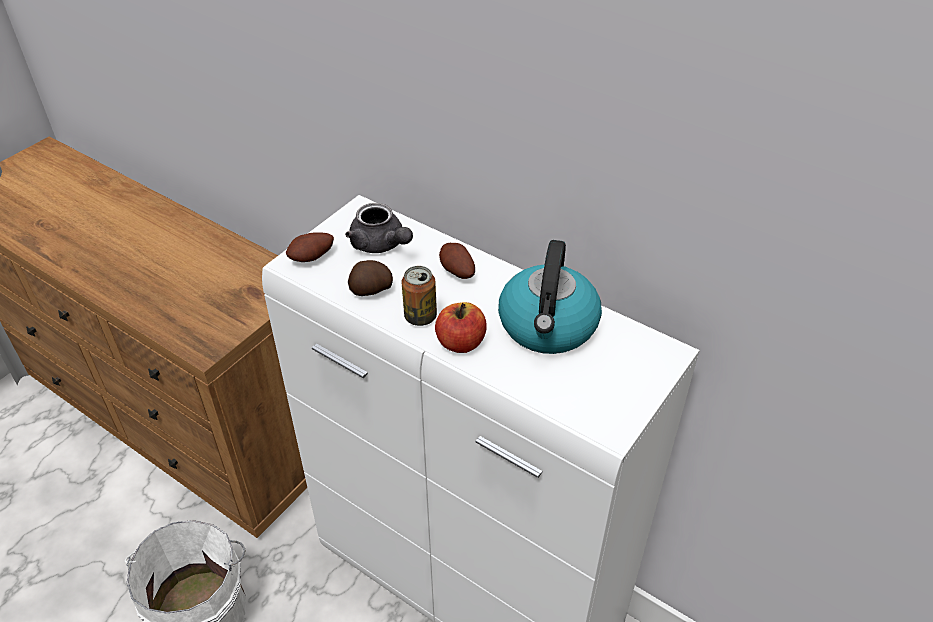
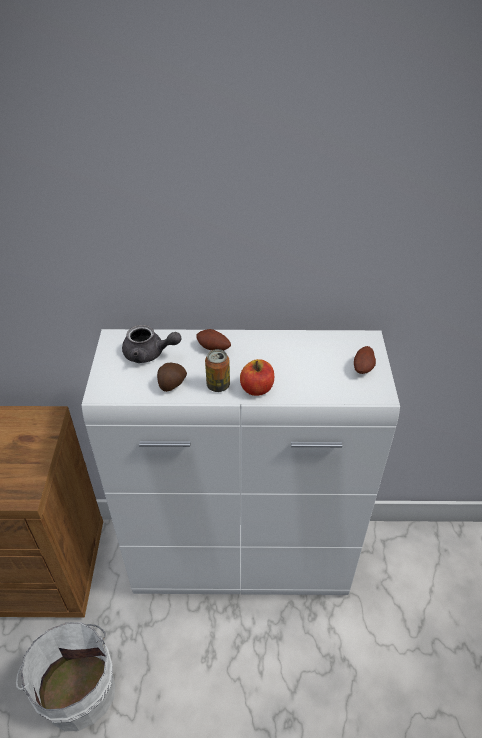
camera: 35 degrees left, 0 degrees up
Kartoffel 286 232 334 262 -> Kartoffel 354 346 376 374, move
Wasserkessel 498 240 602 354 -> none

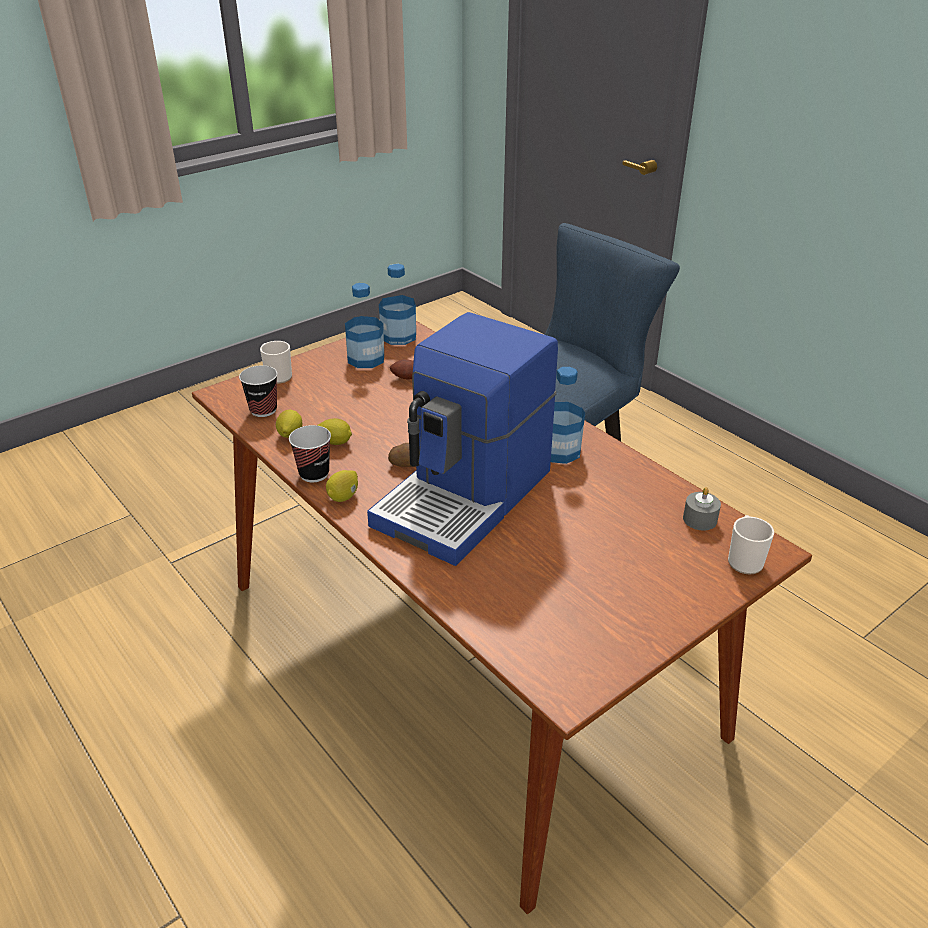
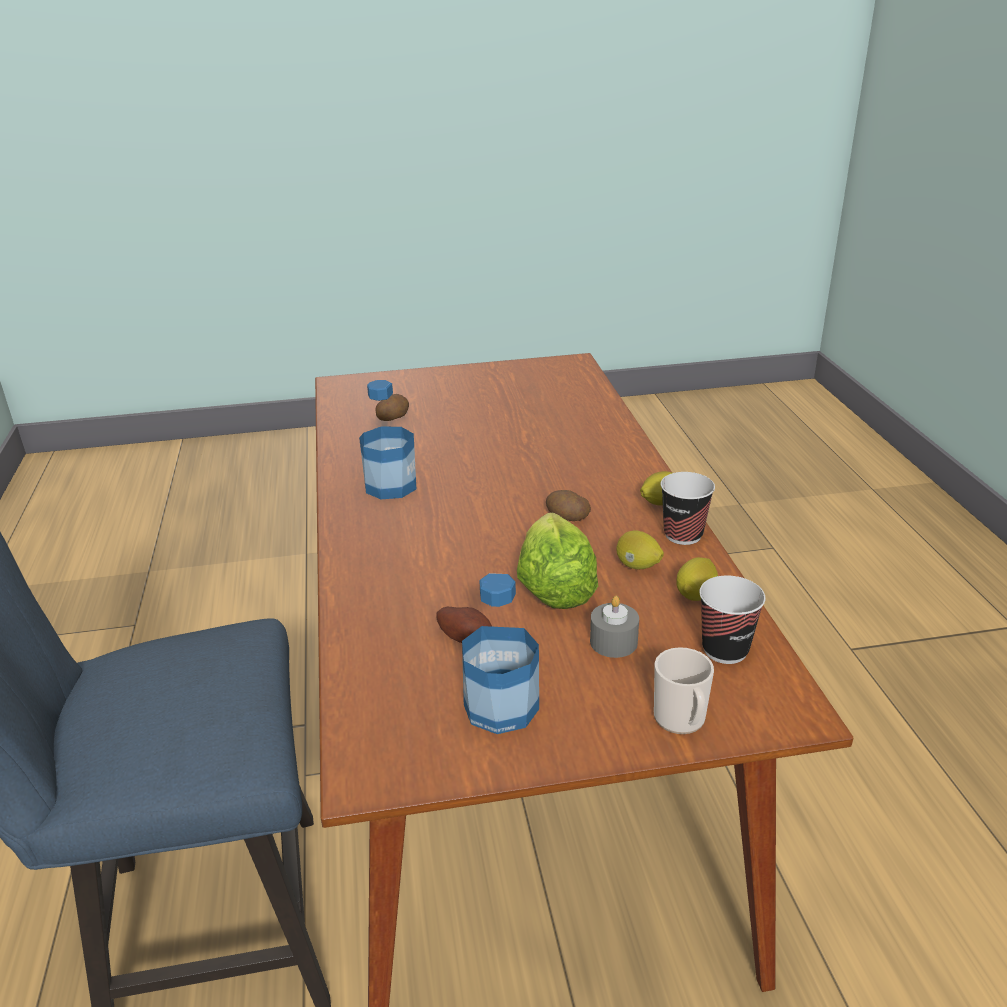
camera: 150 degrees left, 5 degrees down
none -> Kartoffel 375 394 409 421
none -> Salatkopf 517 513 598 609
Kerze/grau 683 487 721 530 -> Kerze/grau 590 596 639 658, move
Kaffeemaschine 367 312 558 566 -> none
Flasche 379 264 416 345 -> none
Henkelbecher 728 515 774 575 -> none

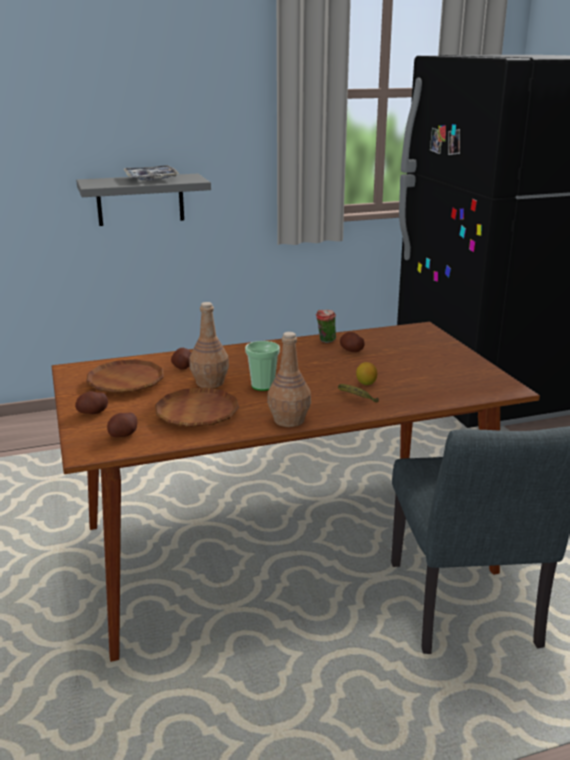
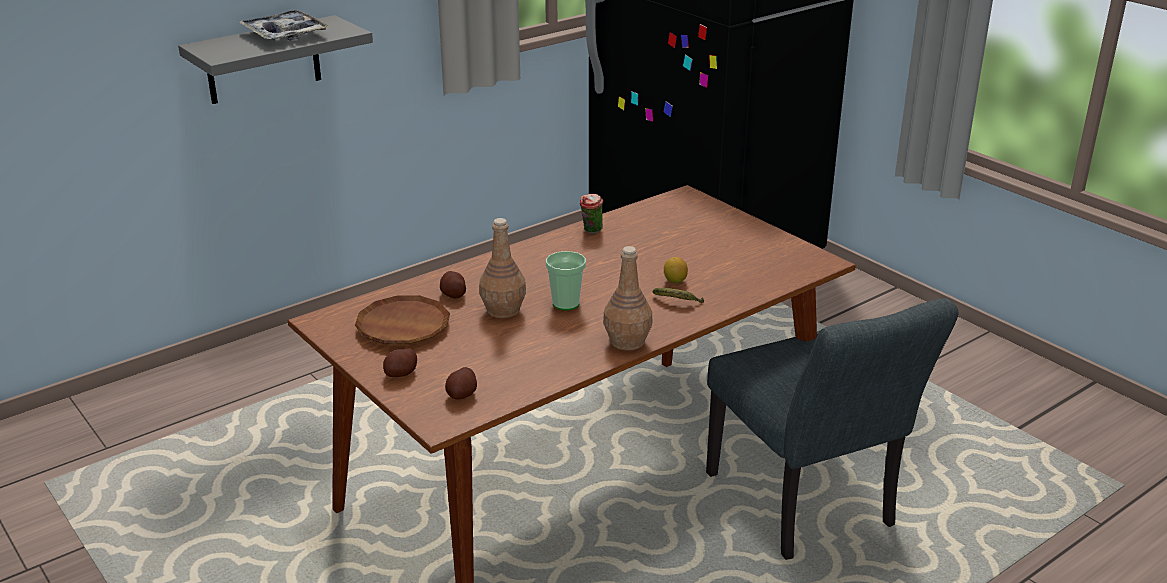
camera: 20 degrees left, 5 degrees up
Teller/braun 155 387 239 427 -> none
Kartoffel 340 332 365 352 -> none

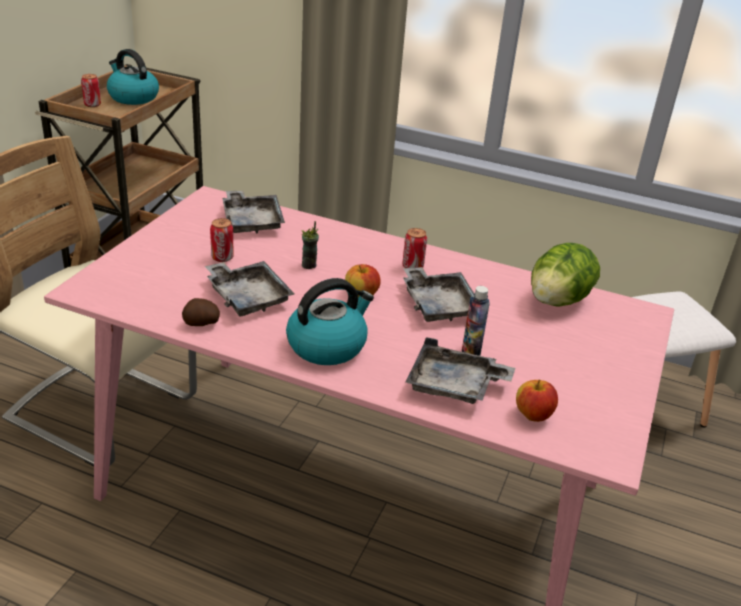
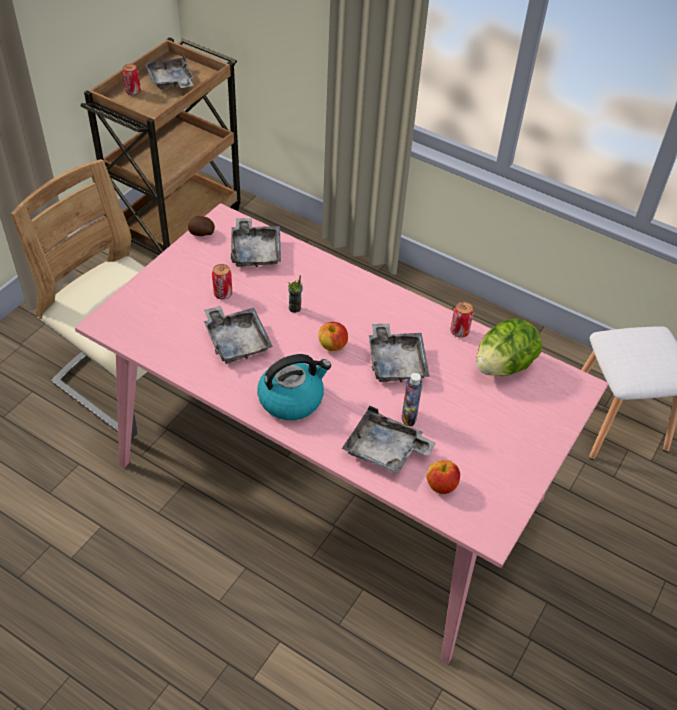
camera: 10 degrees right, 15 degrees up
Wasserkessel 107 49 159 105 -> Tablett/grau 144 54 194 89
Kartoffel 182 298 220 326 -> Kartoffel 188 216 215 236, move
Dose 402 228 427 268 -> Dose 450 302 474 338, move

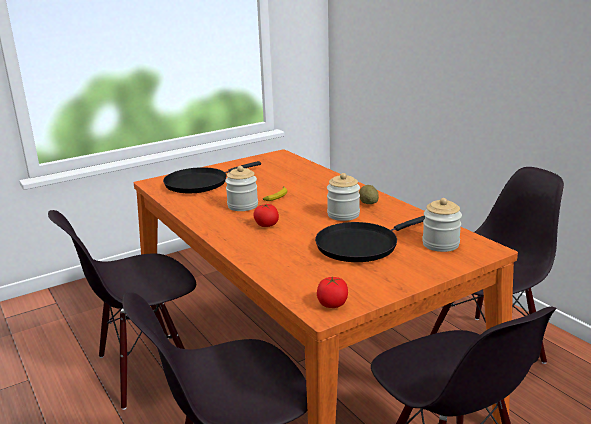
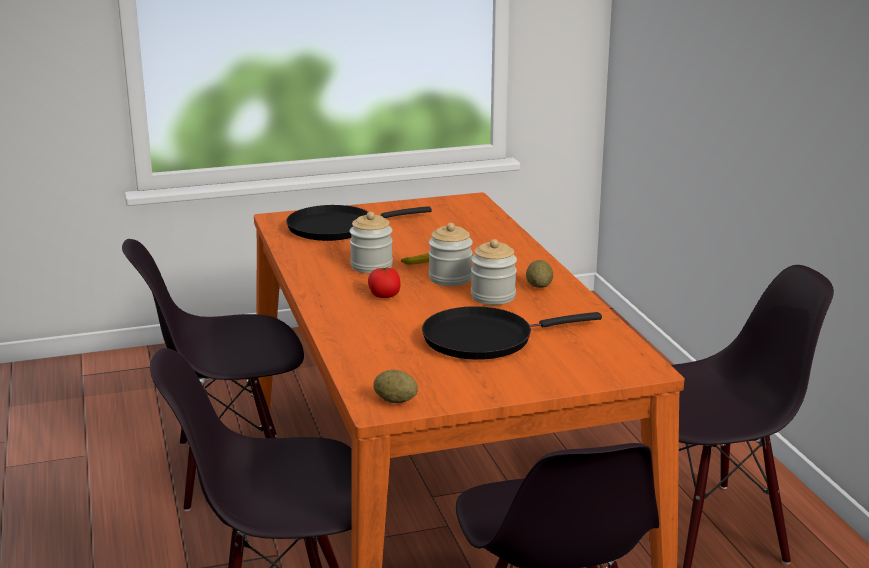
camera: 15 degrees right, 0 degrees up
Tomate 317 277 348 308 -> Kartoffel 373 369 418 403
Vorratsglas 422 198 462 252 -> Vorratsglas 429 223 473 286, move

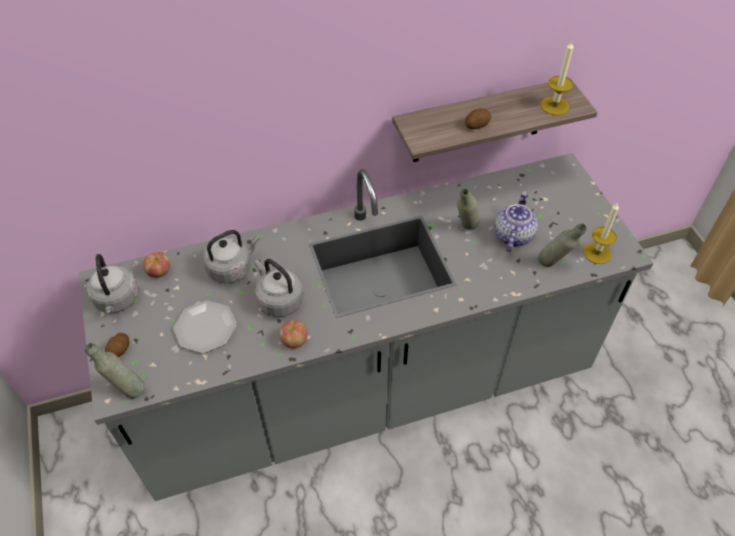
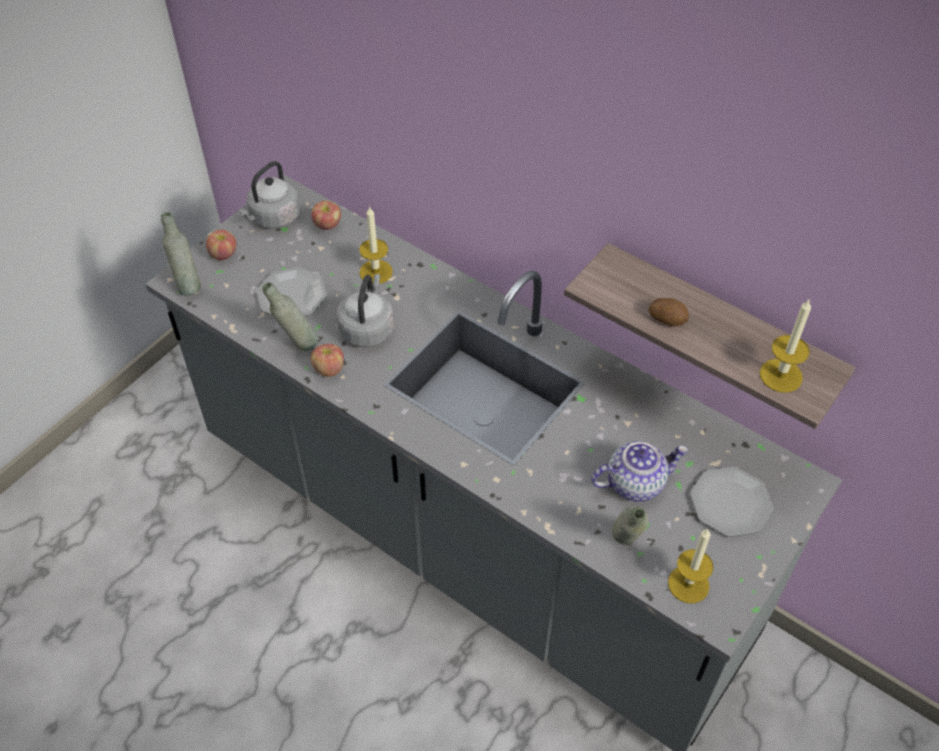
camera: 55 degrees right, 0 degrees up
Kartoffel 105 332 130 357 -> Apfel 206 230 237 260
Flasche/grau 457 188 479 230 -> Flasche/grau 262 282 318 351, move
Wasserkessel/grau 203 230 260 284 -> Kerze 359 206 393 284
none -> Teller 690 467 774 537

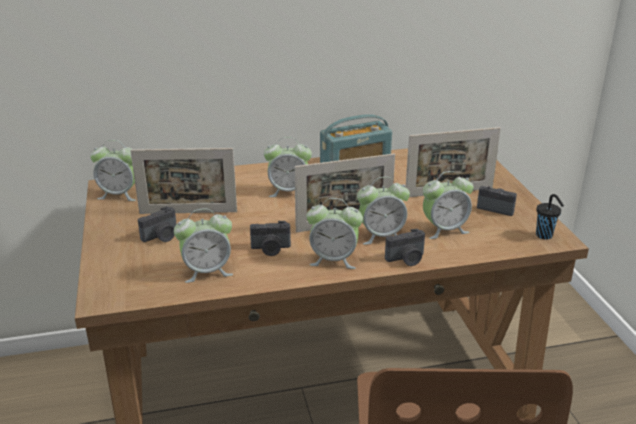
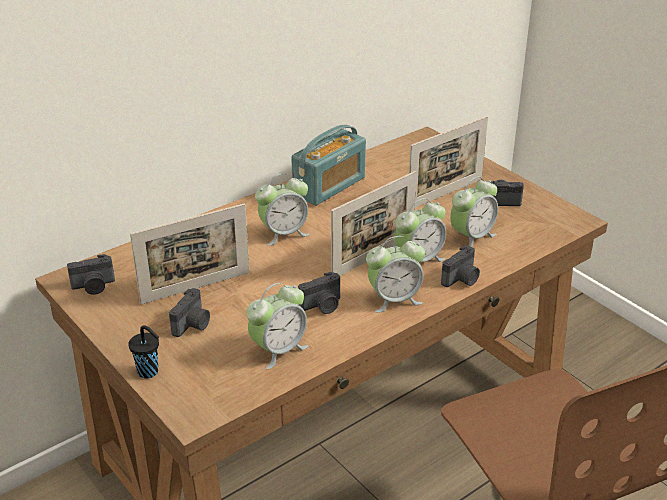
camera: 25 degrees left, 5 degrees up
Wecker 90 140 136 201 -> Kamera 67 254 115 295
Tasse/schwarz 536 194 564 239 -> Tasse/schwarz 128 325 159 378, move

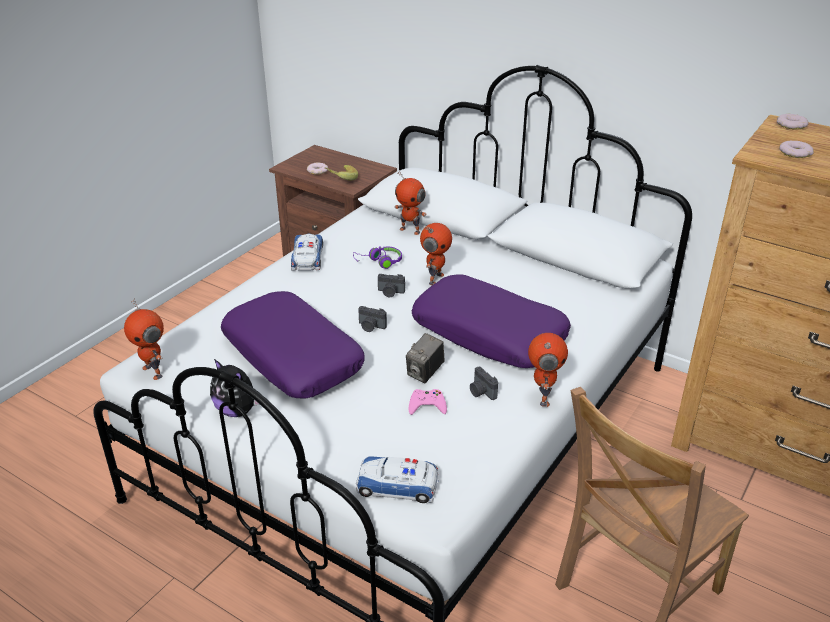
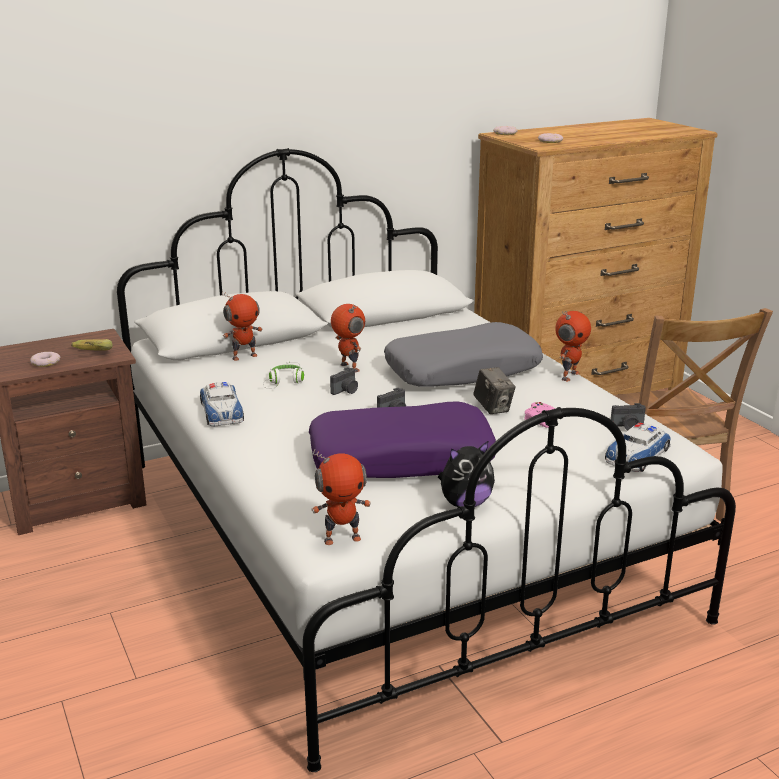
camera: 60 degrees left, 10 degrees down
Spielzeugauto 291 234 323 271 -> Spielzeugauto 200 382 244 426, 135 degrees counterclockwise
Kopfhörer/lila 353 246 402 269 -> Kopfhörer/weiß 263 361 304 388
Kissen/lila 412 274 571 368 -> Kissen/grau 384 322 543 387
Spielzeugroboter 528 333 568 407 -> Spielzeugroboter 555 311 591 381, 90 degrees clockwise
Kamera 470 366 498 400 -> Kamera 611 403 646 431, move

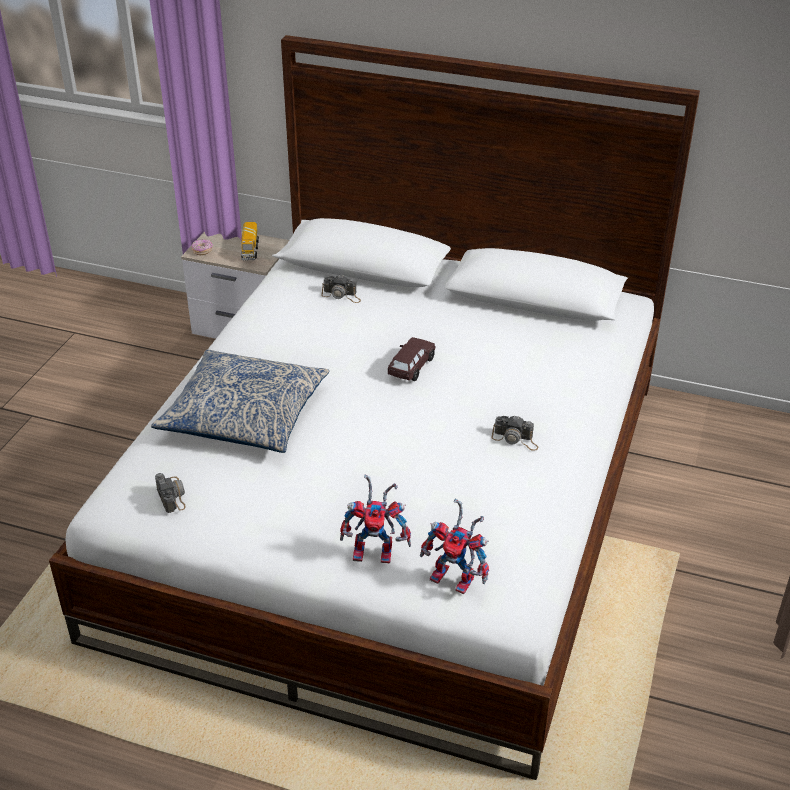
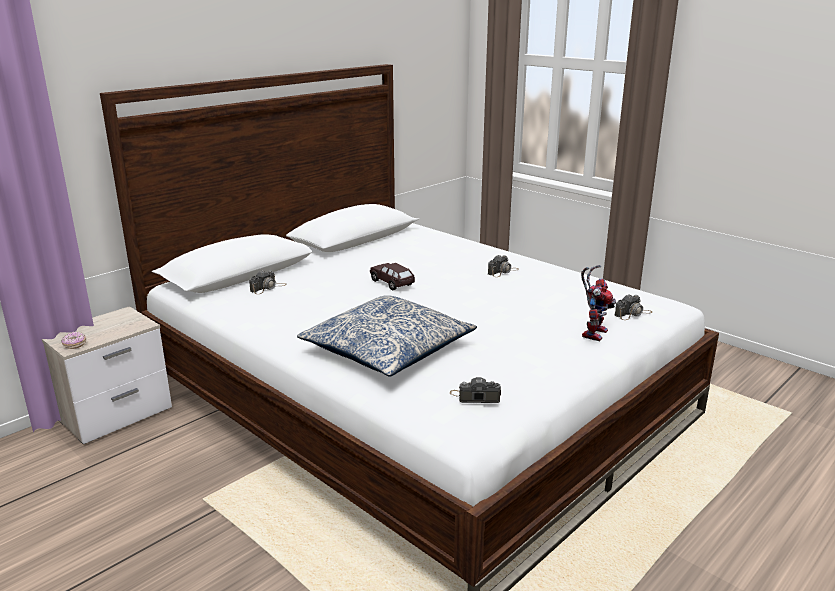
camera: 65 degrees left, 15 degrees down
Spielzeugroboter 420 499 489 594 -> Kamera 614 294 652 320
Spielzeuglaster 241 222 259 261 -> none

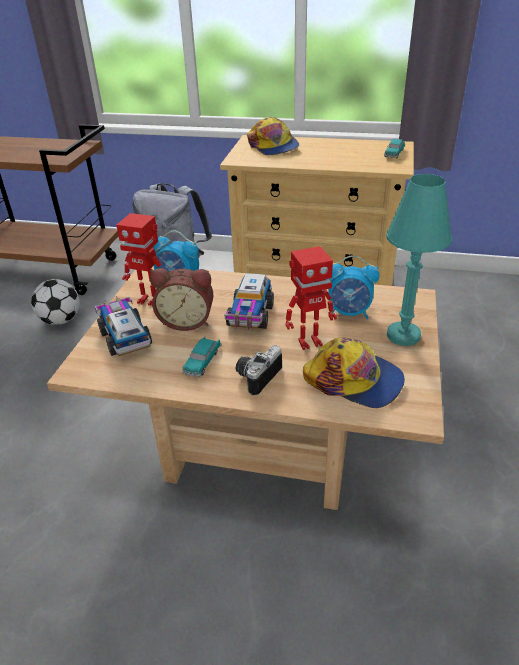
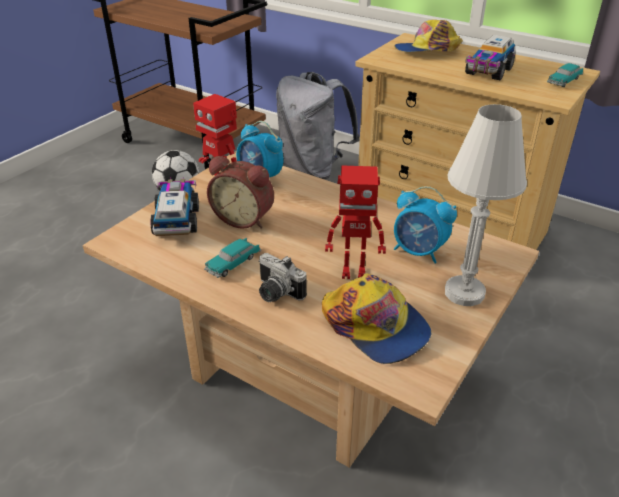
camera: 20 degrees right, 0 degrees up
Kamera 236 345 282 396 -> Kamera 258 253 307 302, 105 degrees counterclockwise
Kappe 247 117 299 155 -> Kappe 394 20 463 52, 90 degrees clockwise
Tischlampe/türkis 386 174 452 346 -> Tischlampe/weiß 445 104 527 306
Spielzeuglaster 225 273 274 329 -> Spielzeuglaster 465 35 515 80, move

